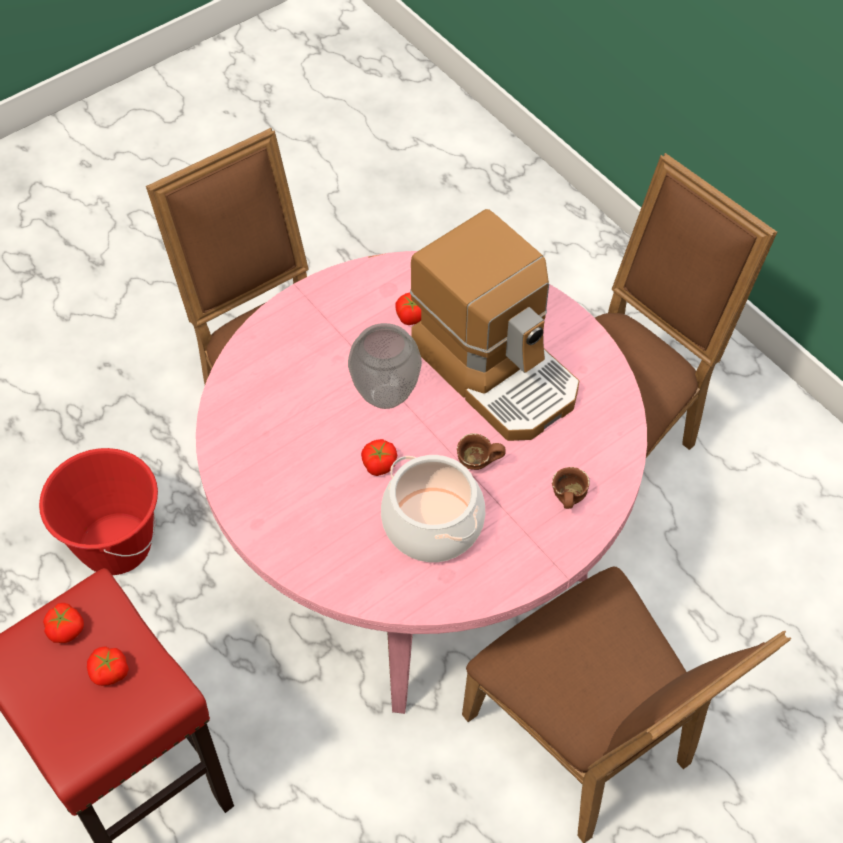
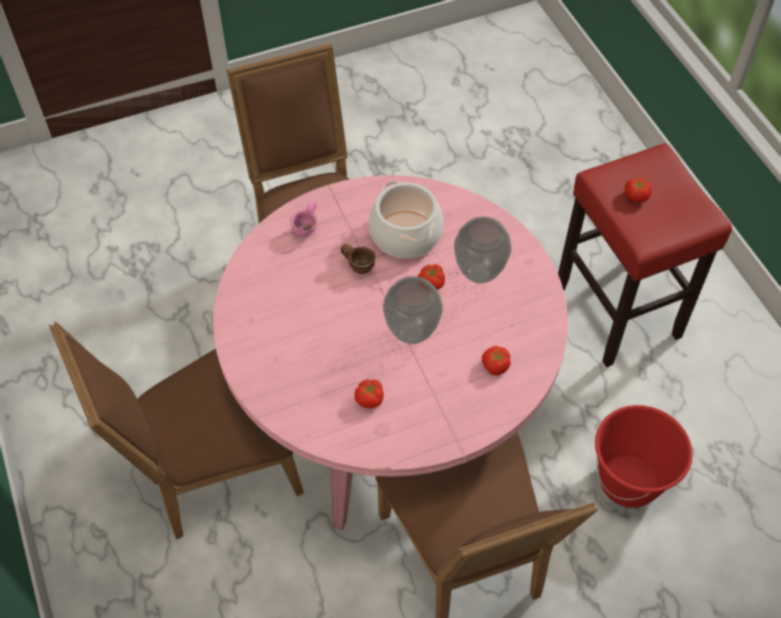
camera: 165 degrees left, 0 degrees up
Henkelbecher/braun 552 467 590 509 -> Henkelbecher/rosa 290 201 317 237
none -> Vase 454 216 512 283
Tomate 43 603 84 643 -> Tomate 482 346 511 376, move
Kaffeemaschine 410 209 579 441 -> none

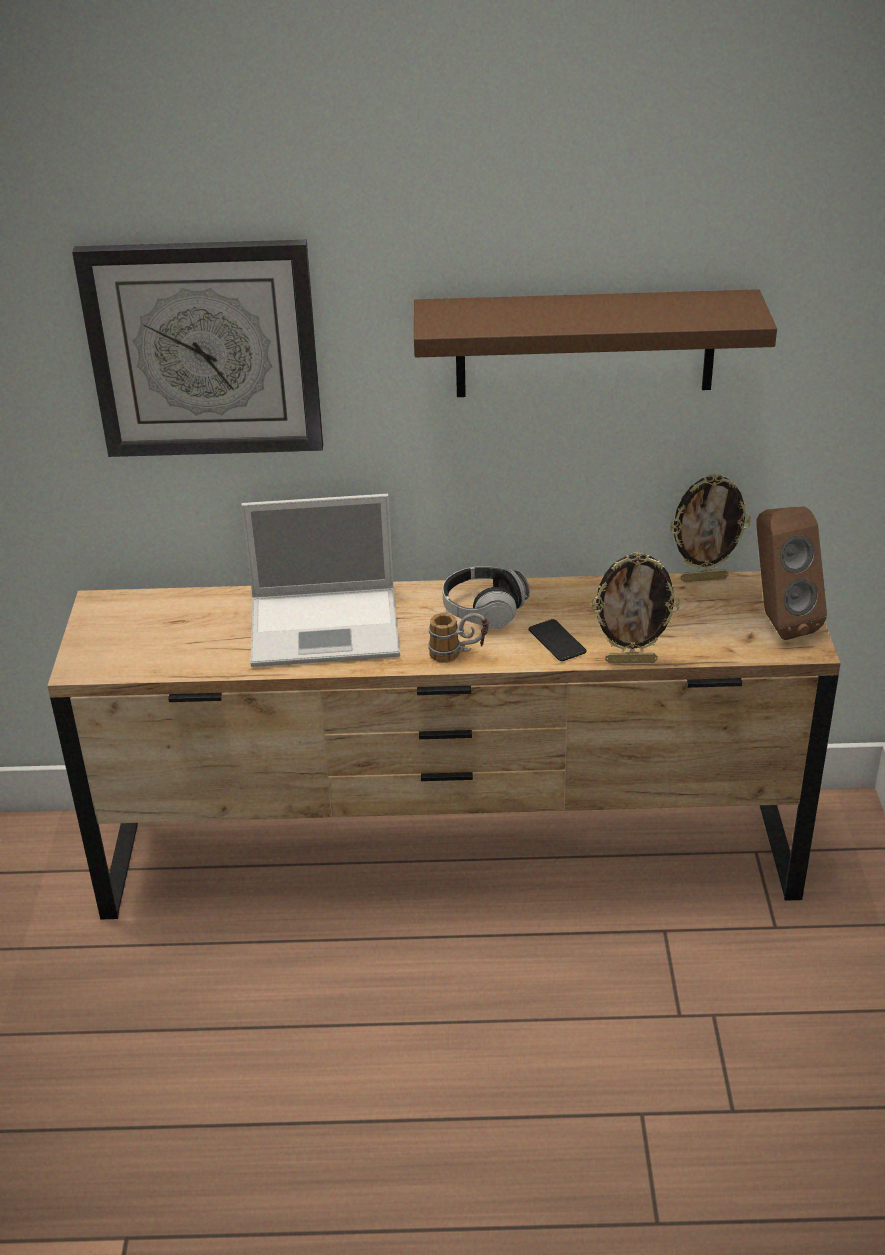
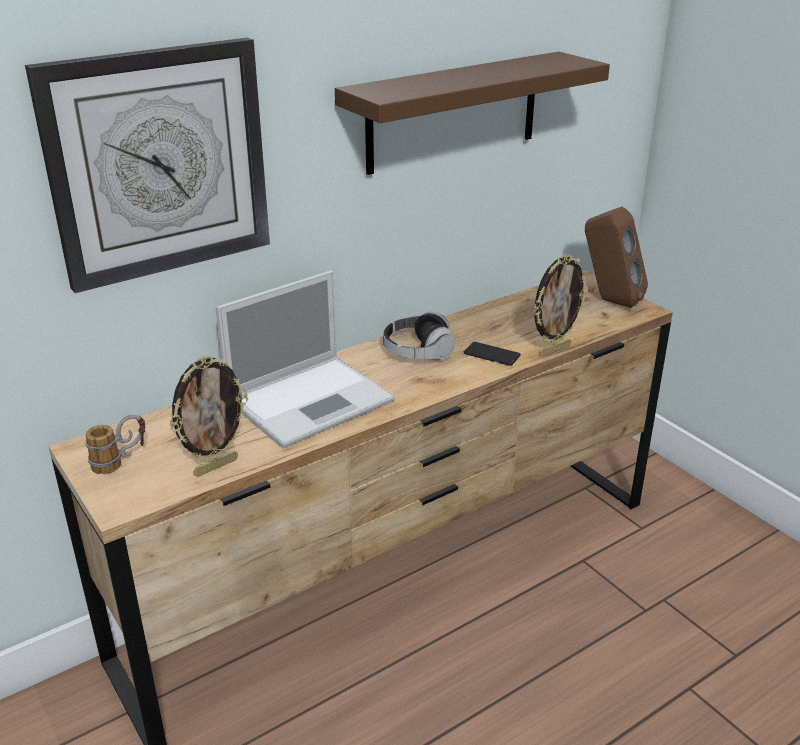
camera: 35 degrees left, 5 degrees down
Henkelbecher 428 613 489 663 -> Henkelbecher 86 415 145 474, move
Bilderrahmen 670 473 751 582 -> Bilderrahmen 169 356 248 477, move

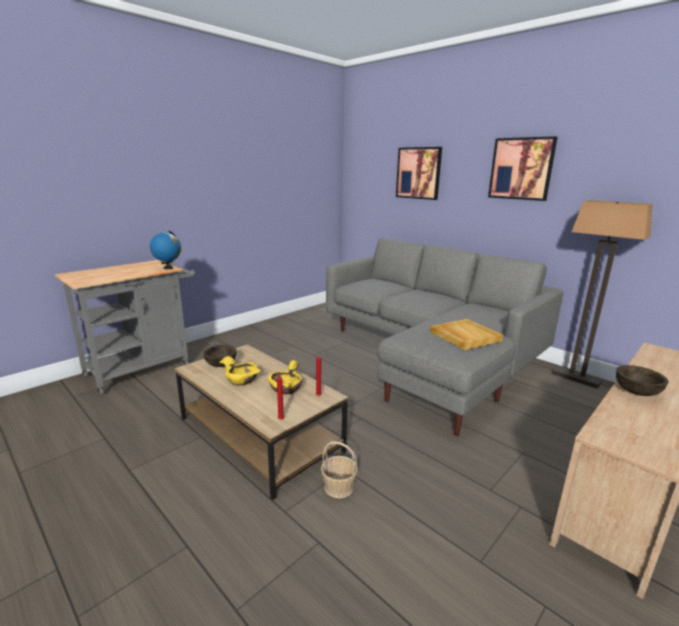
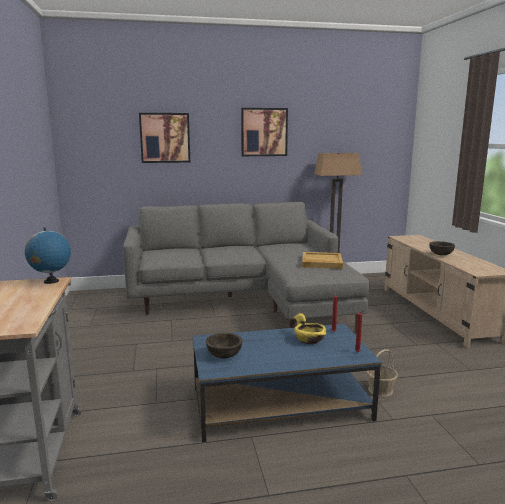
camera: 55 degrees left, 5 degrees down
Couchtisch/braun 175 344 348 500 -> Couchtisch/blau 193 324 382 442
Schüssel/gelb 219 356 261 386 -> none

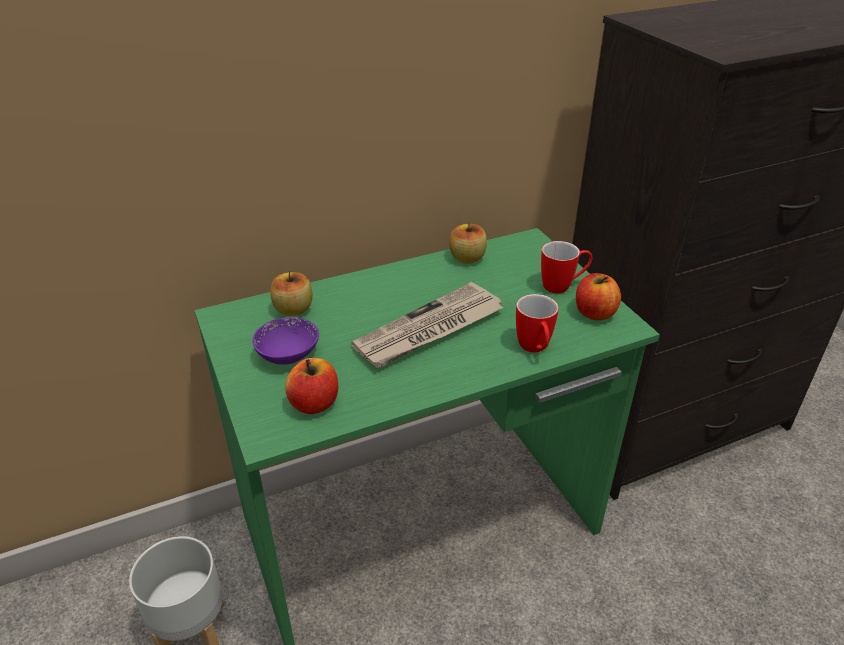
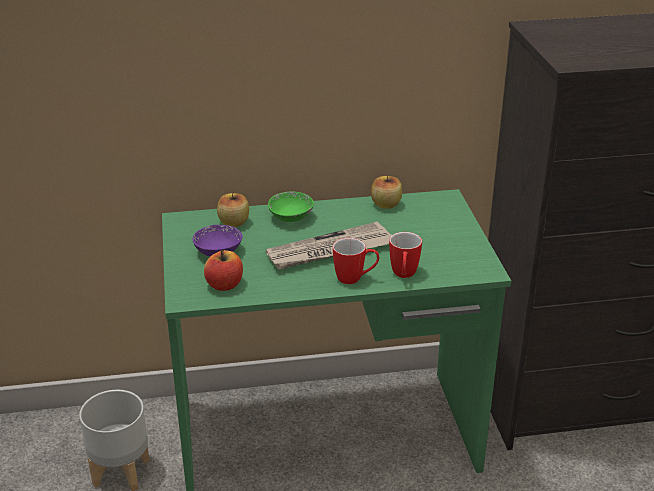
camera: 15 degrees right, 5 degrees down
none -> Schüssel/grün 268 191 314 222
Henkelbecher 541 241 592 294 -> Henkelbecher 333 238 379 284, move
Apfel 576 273 621 320 -> none

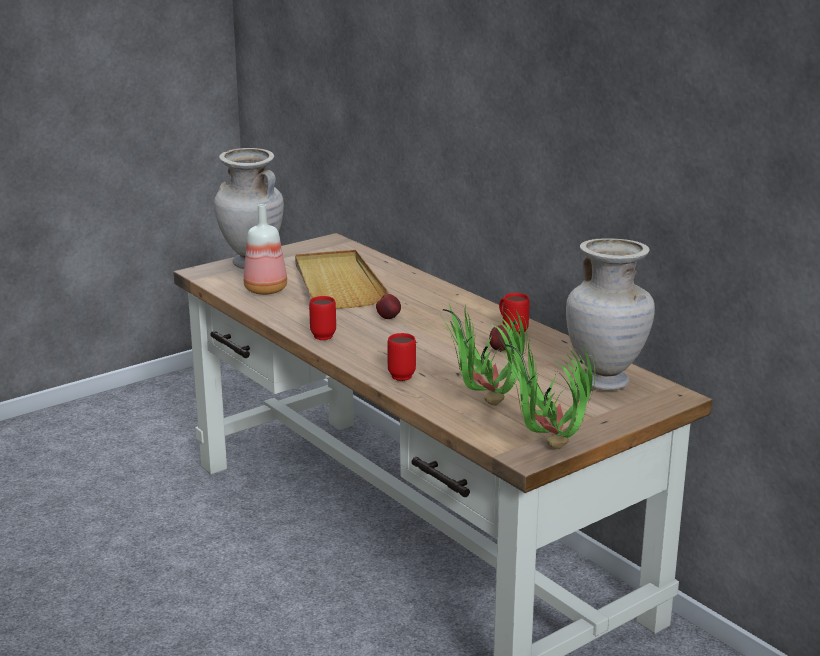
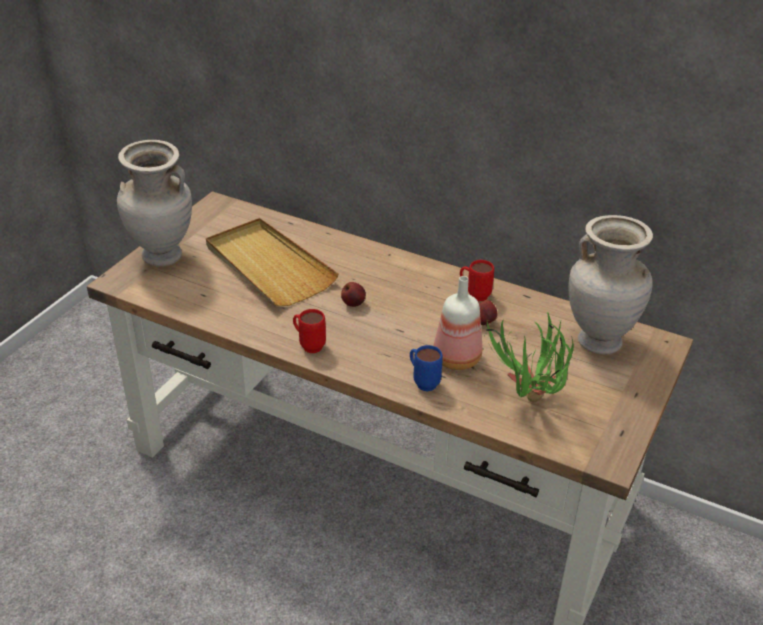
camera: 25 degrees left, 15 degrees up
Henkelbecher/rot 387 333 416 381 -> Henkelbecher/blau 410 345 443 391
Flasche 244 204 287 295 -> Flasche 434 276 482 370, move
Topfpflanze 501 339 595 449 -> none

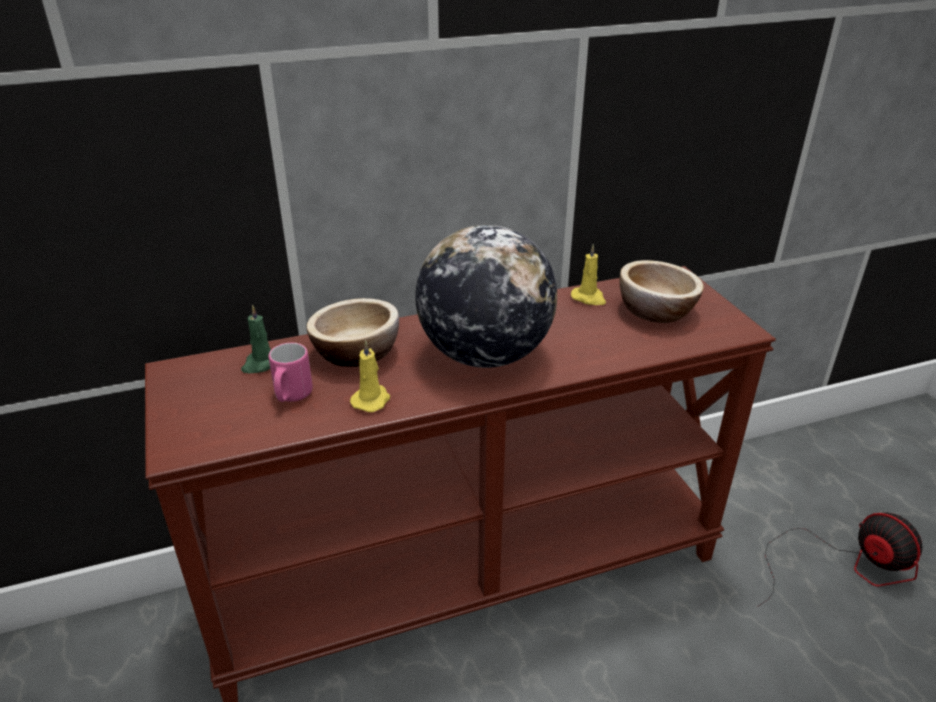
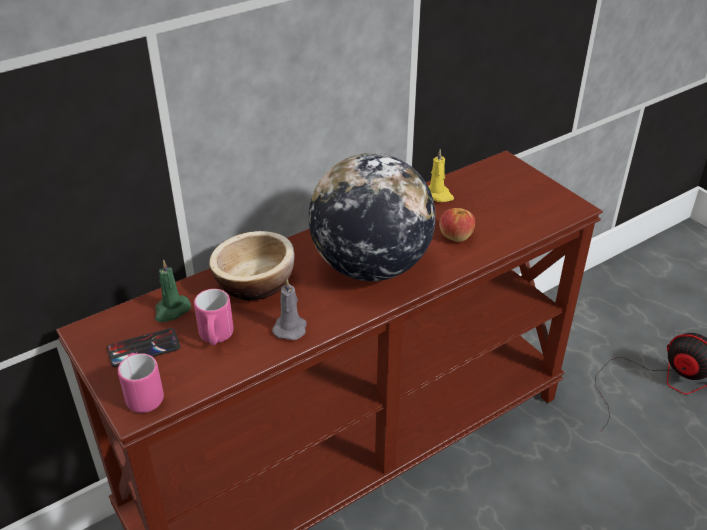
camera: 15 degrees left, 5 degrees up
none -> Handy 107 328 180 367
none -> Henkelbecher/rosa 118 353 164 413
Kerze/gelb 350 340 390 412 -> Kerze/grau 272 279 307 340
none -> Apfel 439 208 475 242
Schüssel 620 260 704 323 -> none

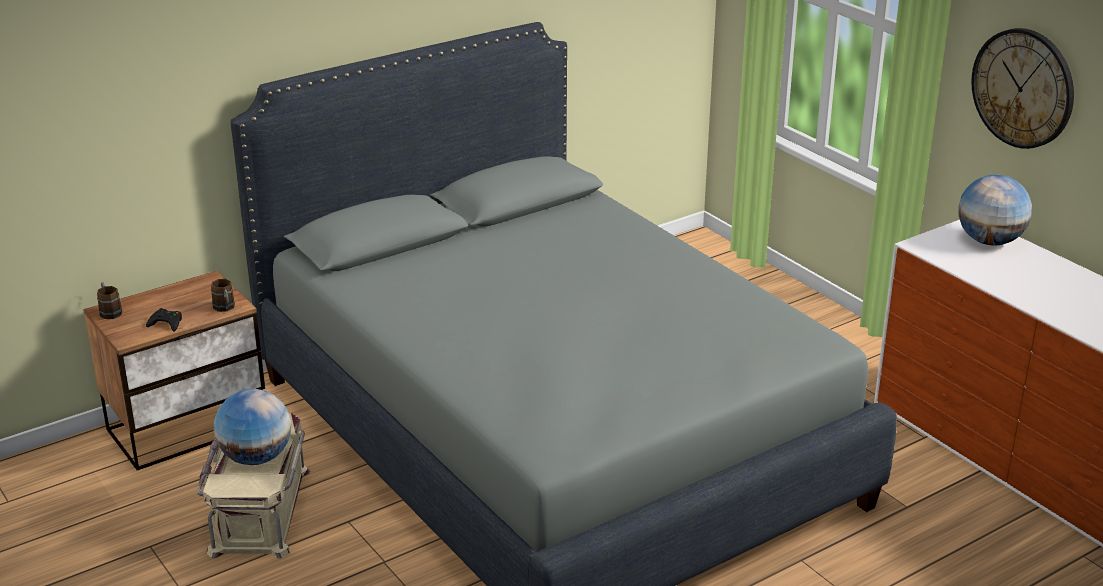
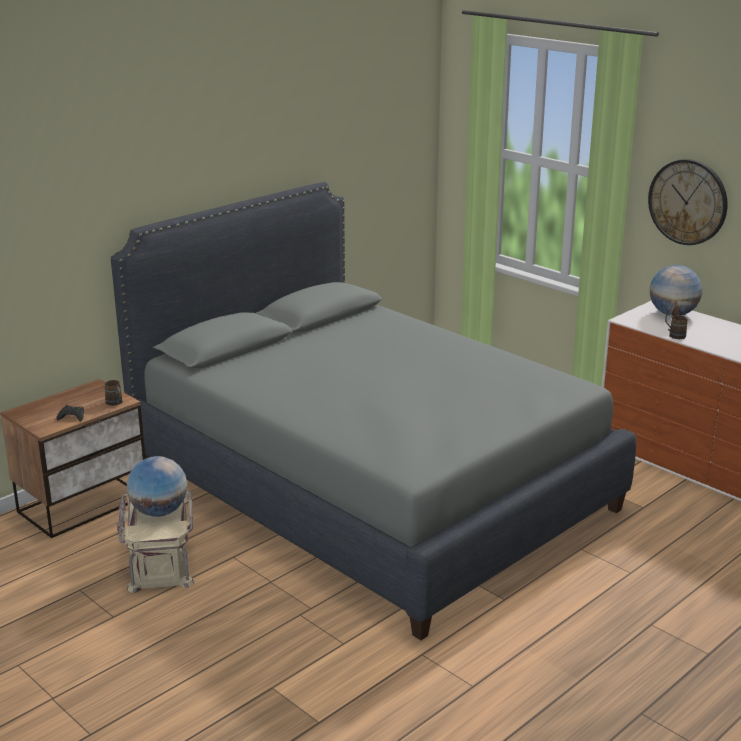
camera: 10 degrees left, 5 degrees down
Henkelbecher/braun 97 283 122 319 -> Henkelbecher/braun 665 314 688 339, move

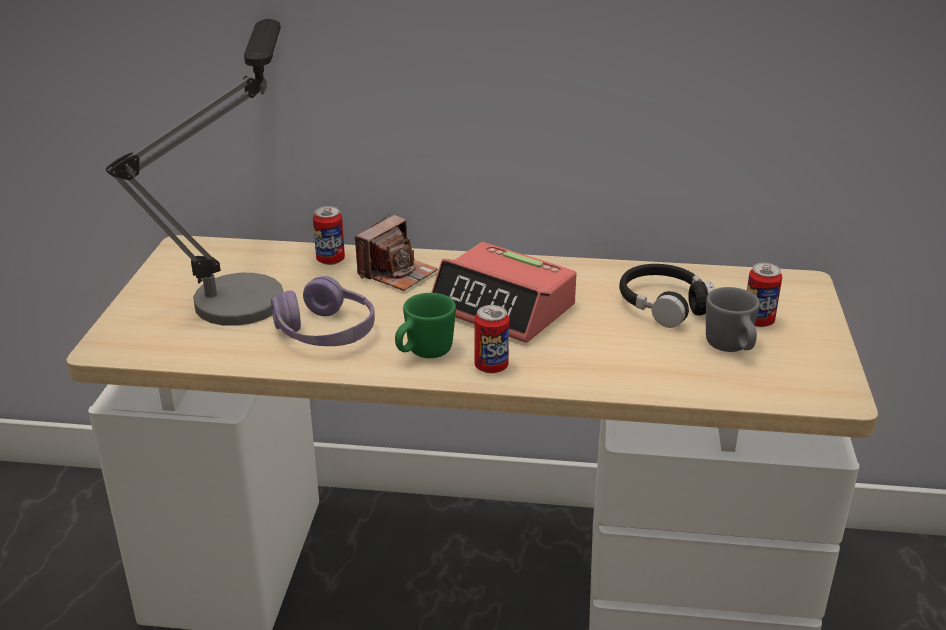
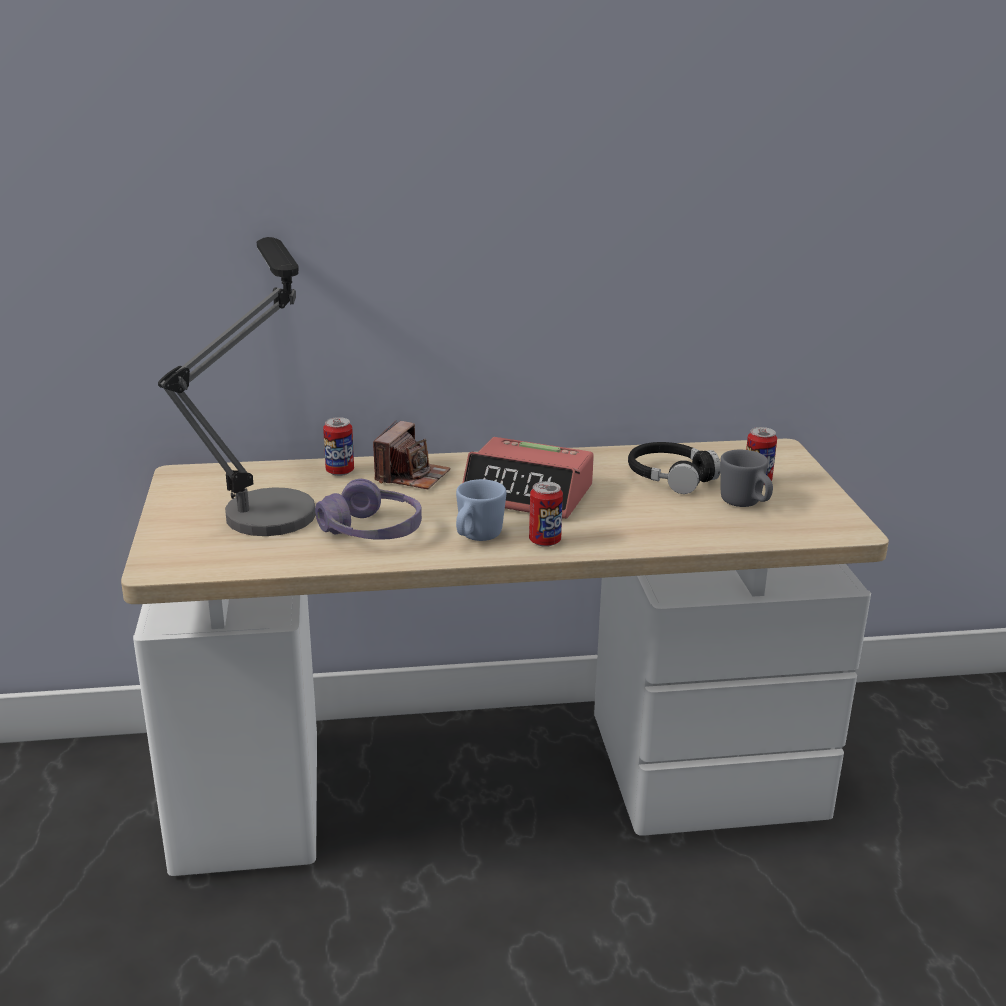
camera: 15 degrees left, 5 degrees down
Henkelbecher/grün 395 293 456 358 -> Henkelbecher/blau 456 479 506 541

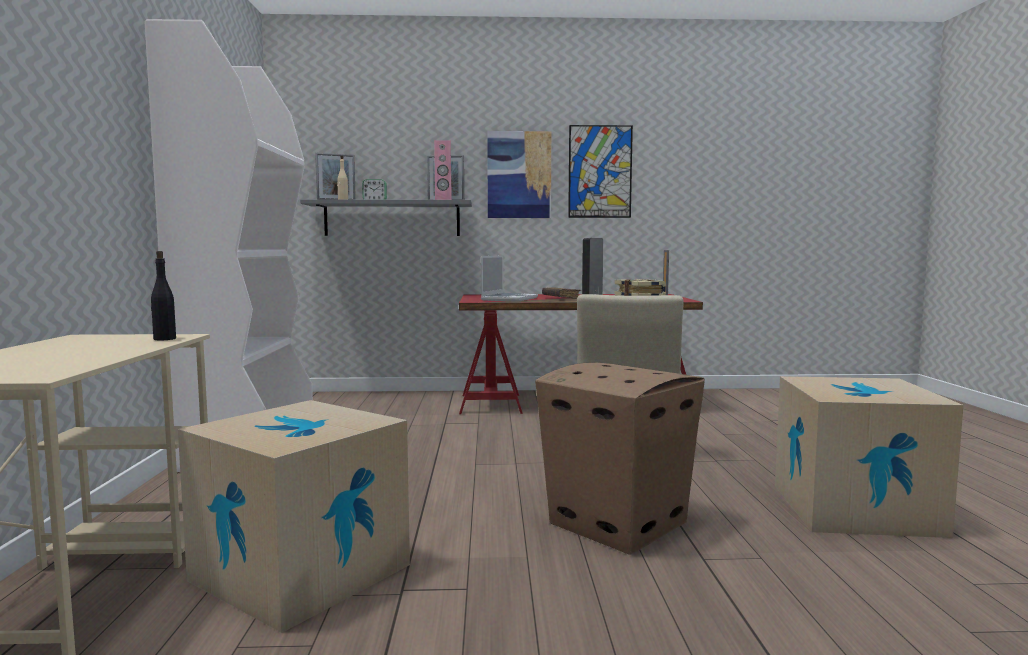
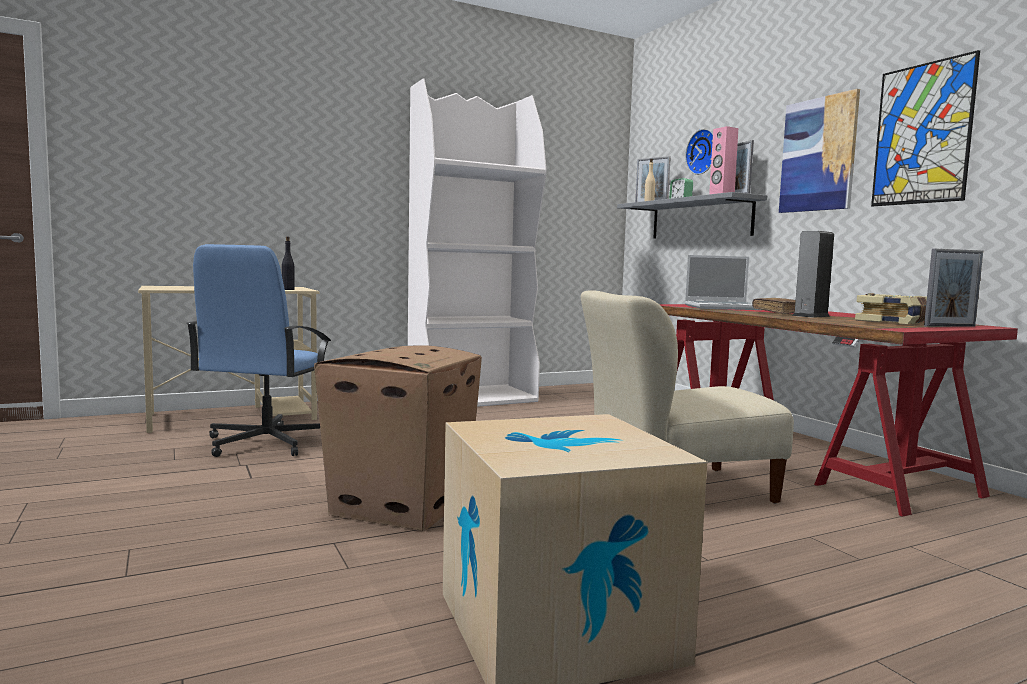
camera: 65 degrees right, 0 degrees up
Karton 178 400 410 633 -> Bürostuhl/blau 186 244 331 457
none -> Wanduhr 685 129 713 175

